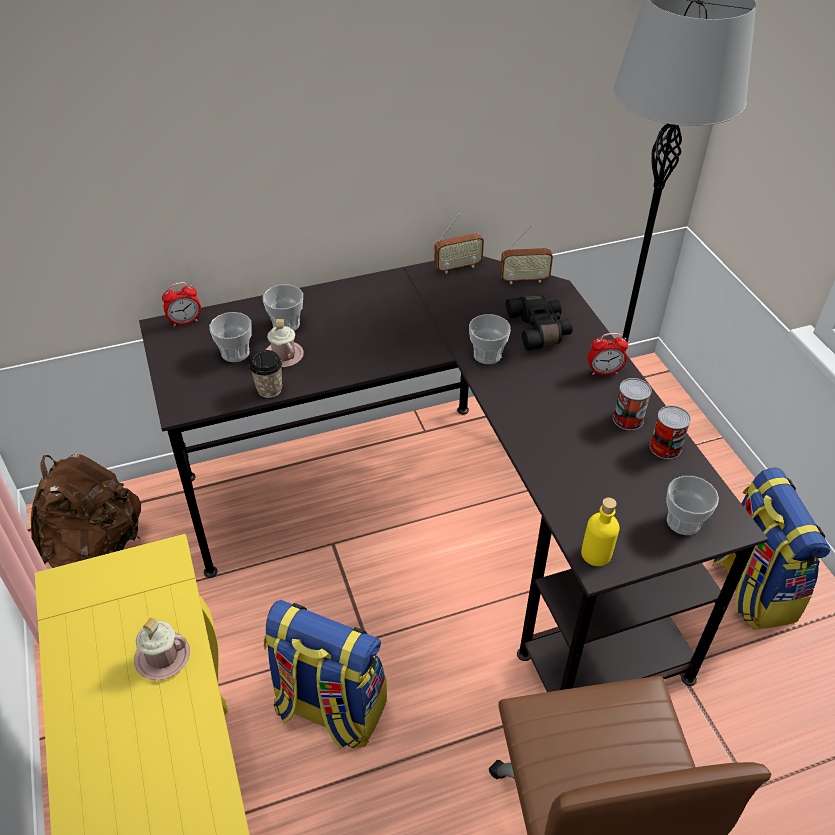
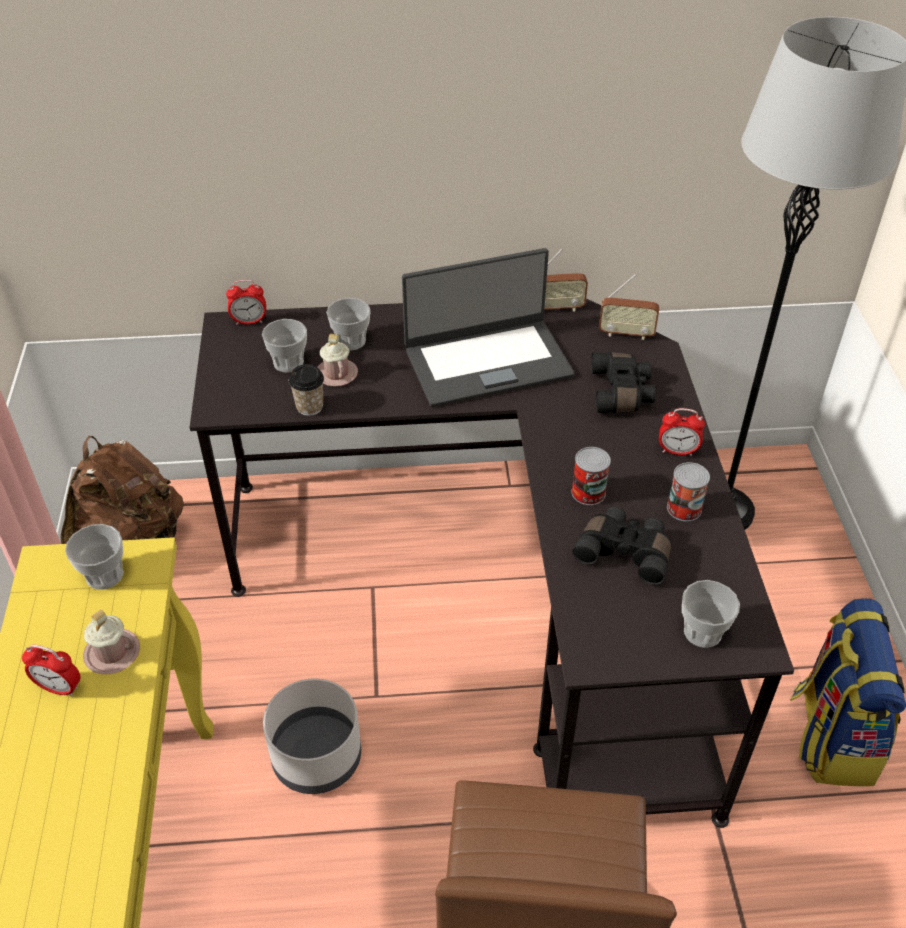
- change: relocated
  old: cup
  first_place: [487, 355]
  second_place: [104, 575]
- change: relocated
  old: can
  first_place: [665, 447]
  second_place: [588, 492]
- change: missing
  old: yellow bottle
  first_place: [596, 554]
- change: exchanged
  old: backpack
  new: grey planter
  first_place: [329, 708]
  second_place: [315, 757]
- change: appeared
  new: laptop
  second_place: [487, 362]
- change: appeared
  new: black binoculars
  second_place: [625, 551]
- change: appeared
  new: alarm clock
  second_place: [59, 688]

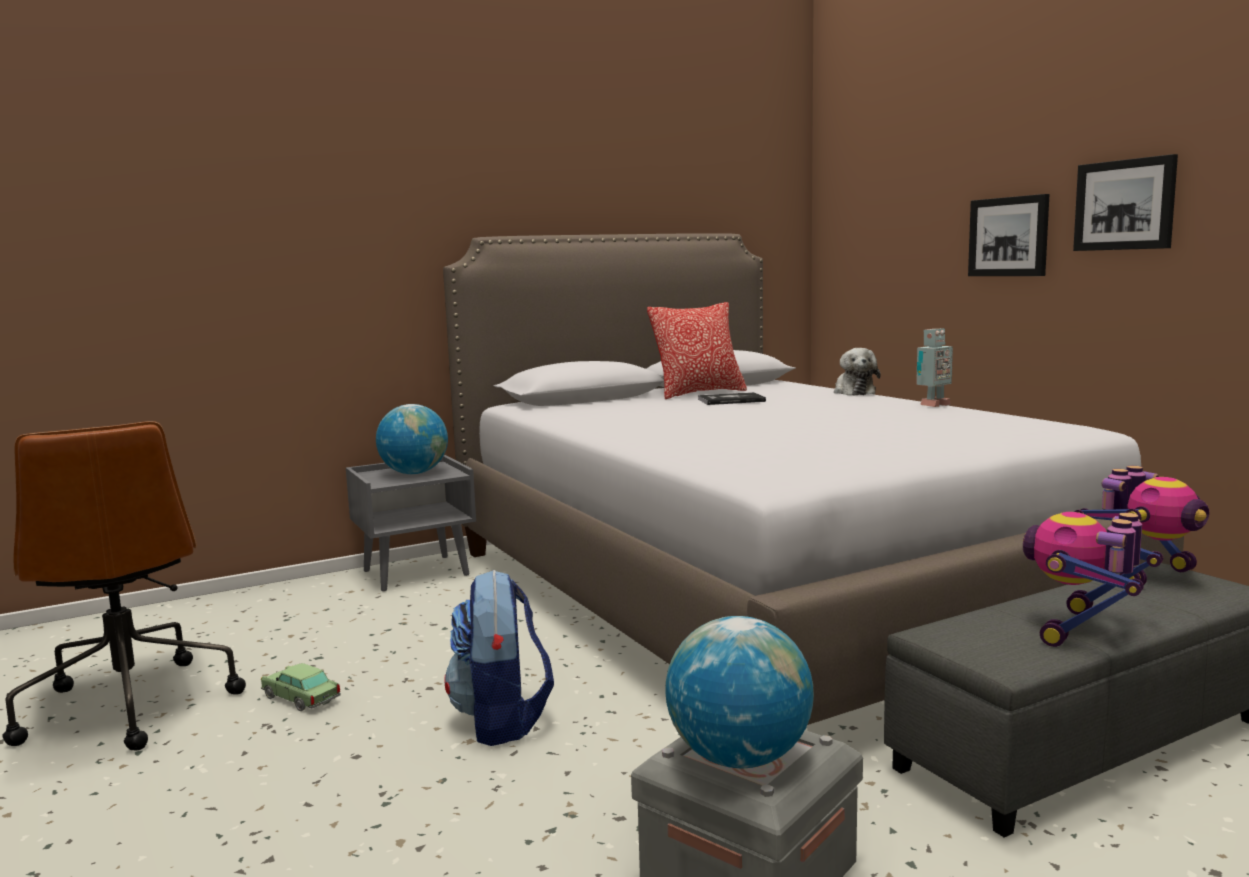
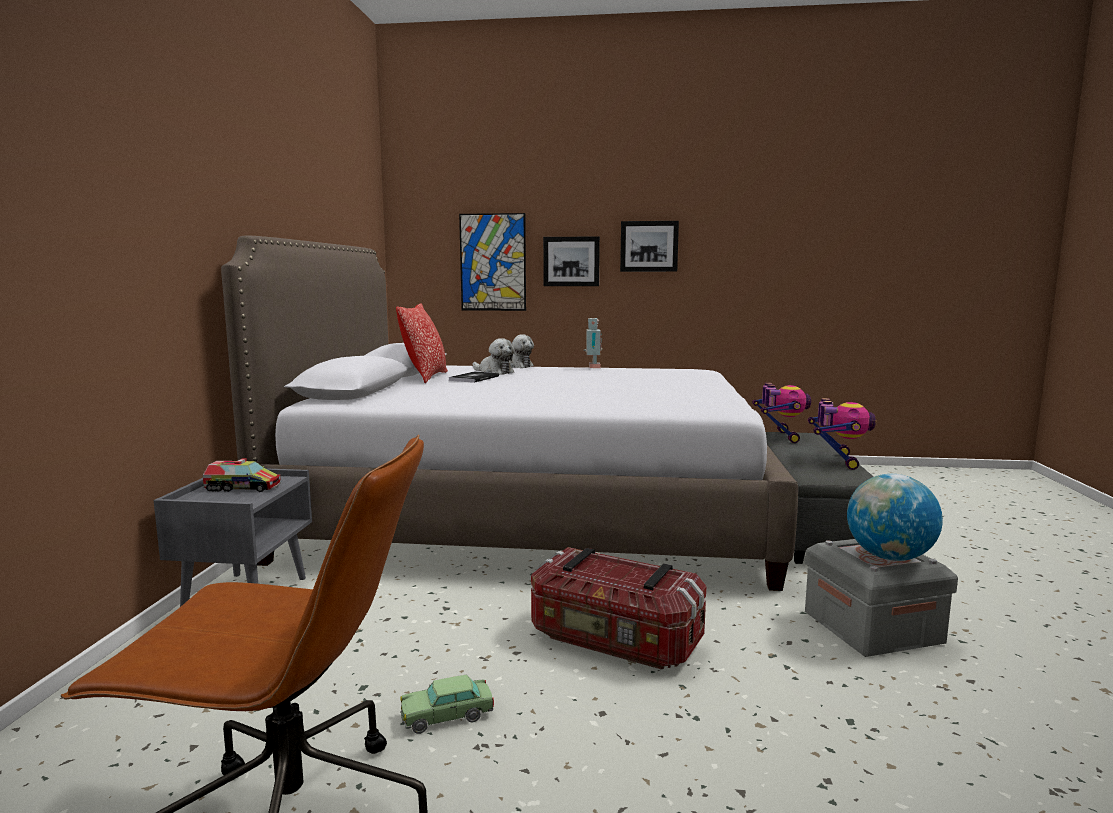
- change: exchanged
  old: globe
  new: toy truck
  first_place: [414, 473]
  second_place: [243, 488]
- change: spun
  old: toy robot
  first_place: [1084, 631]
  second_place: [838, 461]
  degrees: -150
- change: exchanged
  old: backpack
  new: storage box
  first_place: [502, 721]
  second_place: [614, 641]
- change: appeared
  new: picture
  second_place: [493, 262]
- change: appeared
  new: plush toy
  second_place: [494, 372]

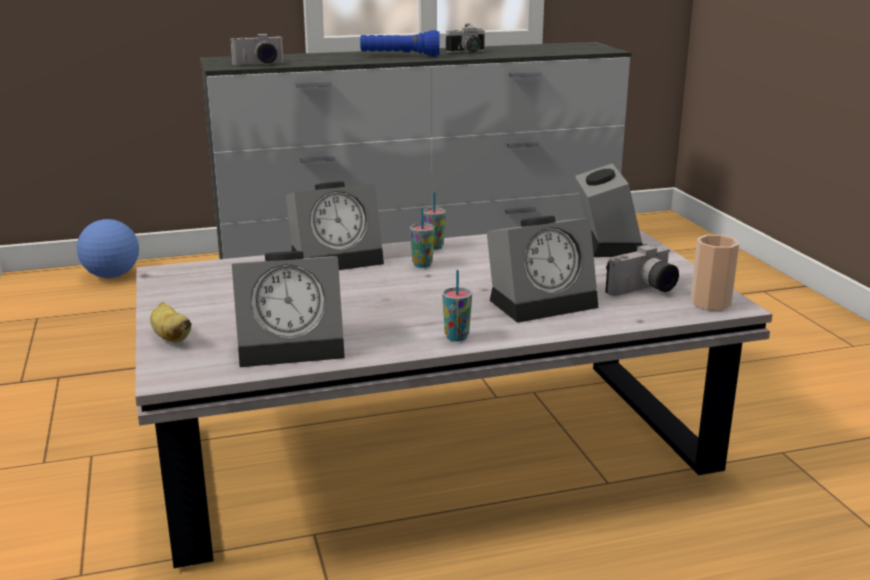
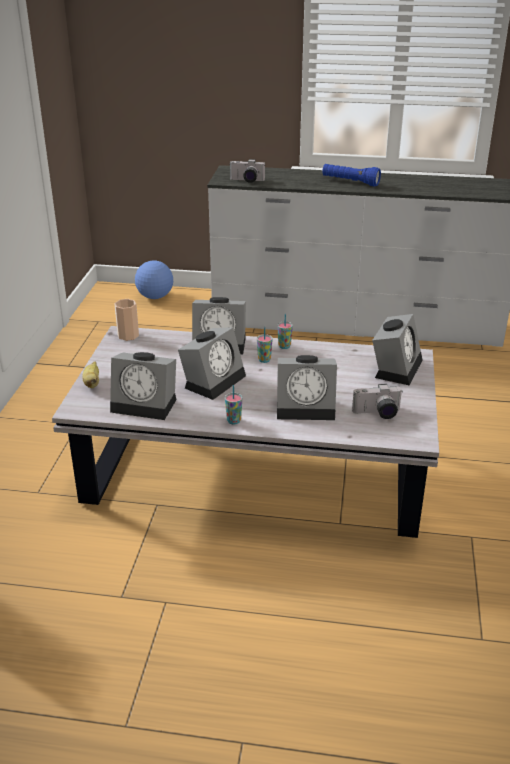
- change: missing
  old: photo camera
  first_place: [468, 52]
- change: relocated
  old: cup
  first_place: [710, 303]
  second_place: [128, 335]
- change: appeared
  new: alarm clock
  second_place: [214, 380]

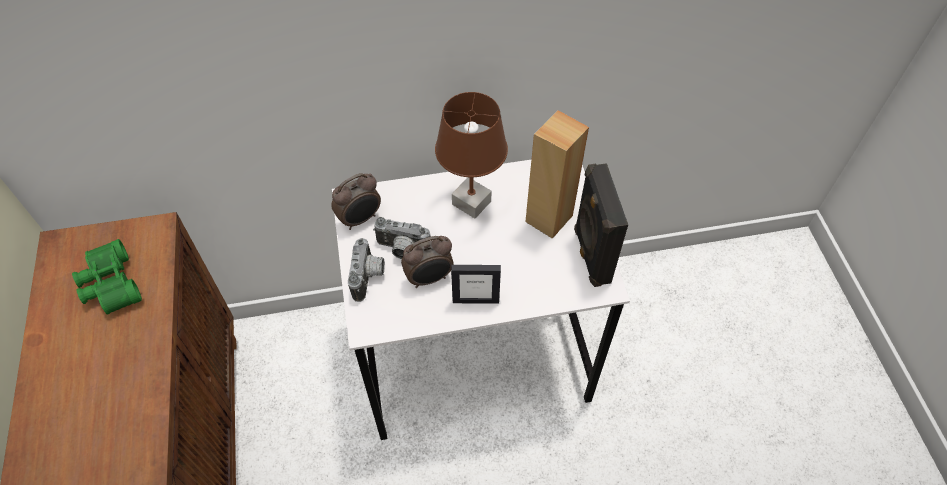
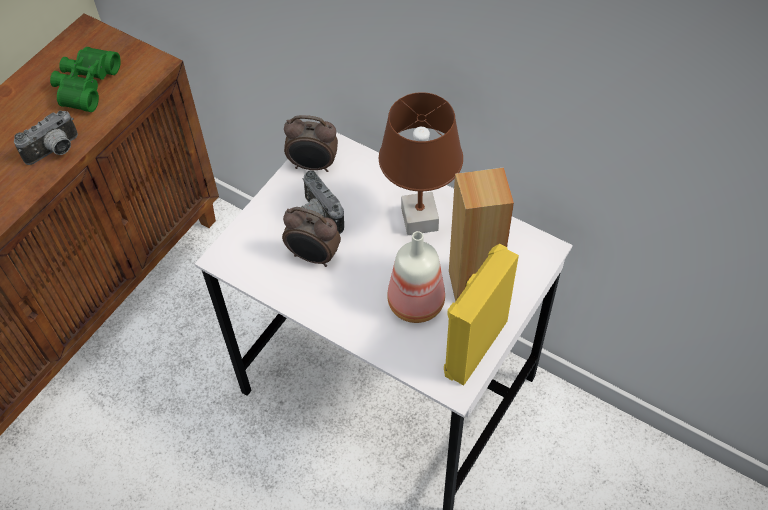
- change: colour
  old: black speaker
  new: yellow speaker
  first_place: [590, 255]
  second_place: [473, 346]
- change: relocated
  old: photo camera
  first_place: [369, 277]
  second_place: [55, 151]
- change: missing
  old: picture frame
  first_place: [475, 300]
- change: appeared
  new: bottle
  second_place: [414, 303]

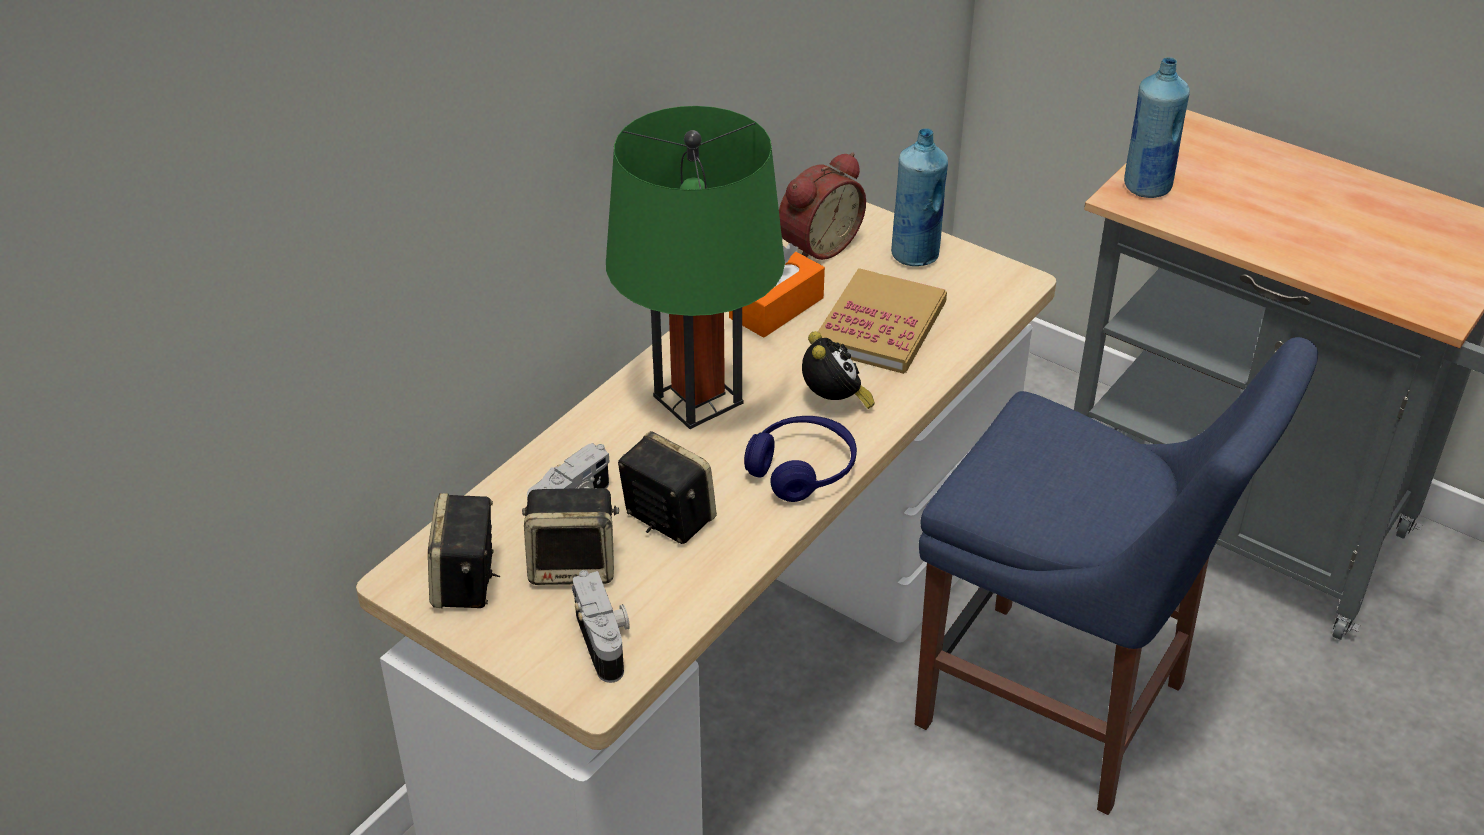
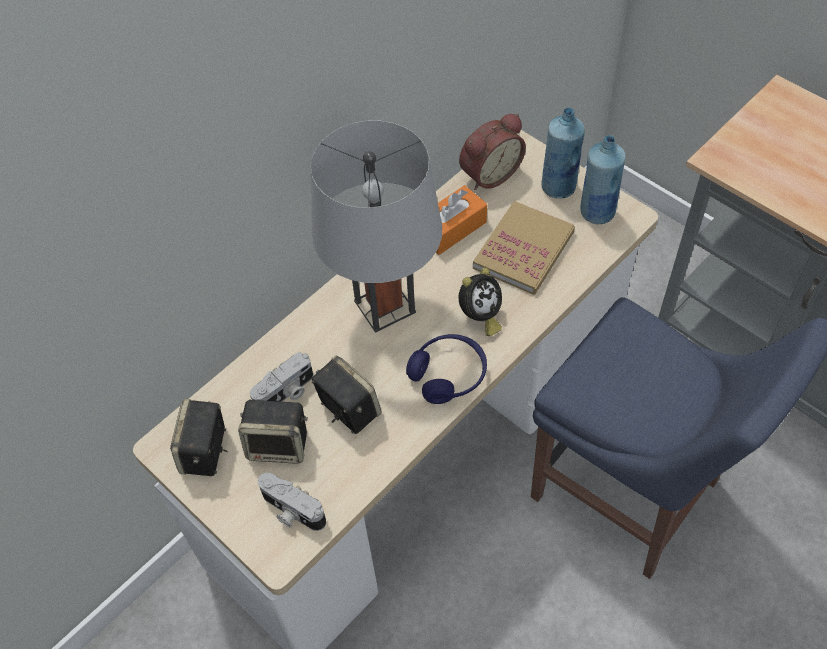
- change: relocated
  old: blue bottle
  first_place: [1146, 187]
  second_place: [597, 213]
- change: colour
  old: green table lamp
  new: grey table lamp
  first_place: [698, 400]
  second_place: [384, 307]
- change: spun
  old: alarm clock
  first_place: [834, 402]
  second_place: [480, 317]
  degrees: 45
- change: spun
  old: photo camera
  first_place: [605, 640]
  second_place: [291, 511]
  degrees: 135

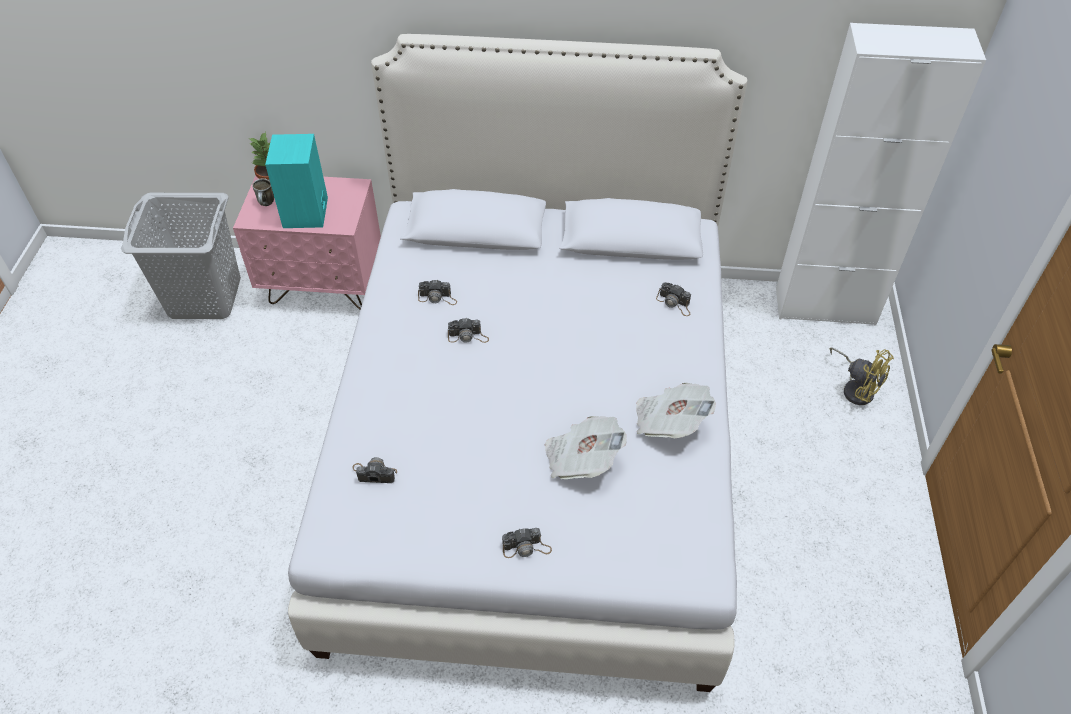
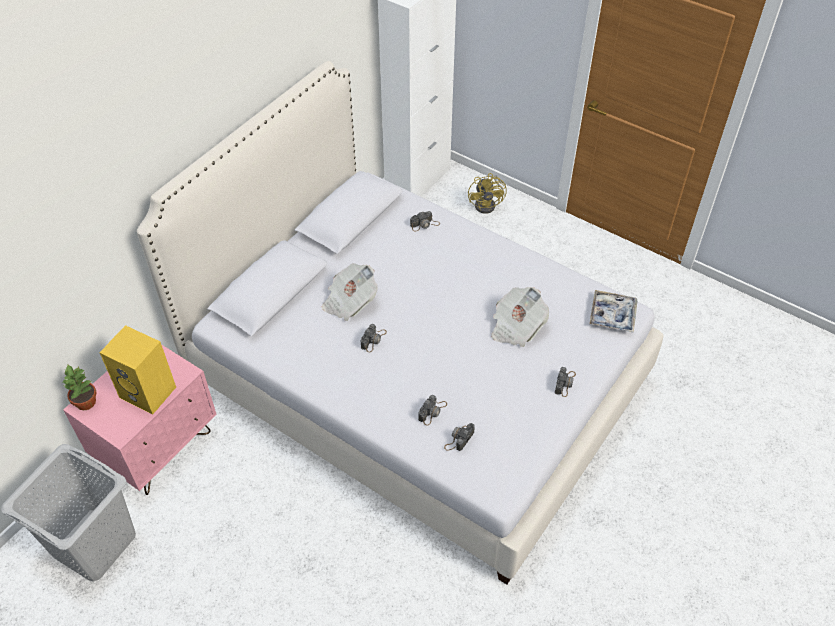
- change: colour
  old: turquoise speaker
  new: yellow speaker
  first_place: [306, 213]
  second_place: [149, 392]
- change: missing
  old: mug
  first_place: [266, 204]
- change: relocated
  old: photo camera
  first_place: [437, 298]
  second_place: [432, 411]
- change: spun
  old: yellow fan
  first_place: [856, 388]
  second_place: [488, 204]
  degrees: 105
- change: relocated
  old: newspaper
  first_place: [669, 422]
  second_place: [349, 302]
- change: appeared
  new: tray
  second_place: [612, 315]

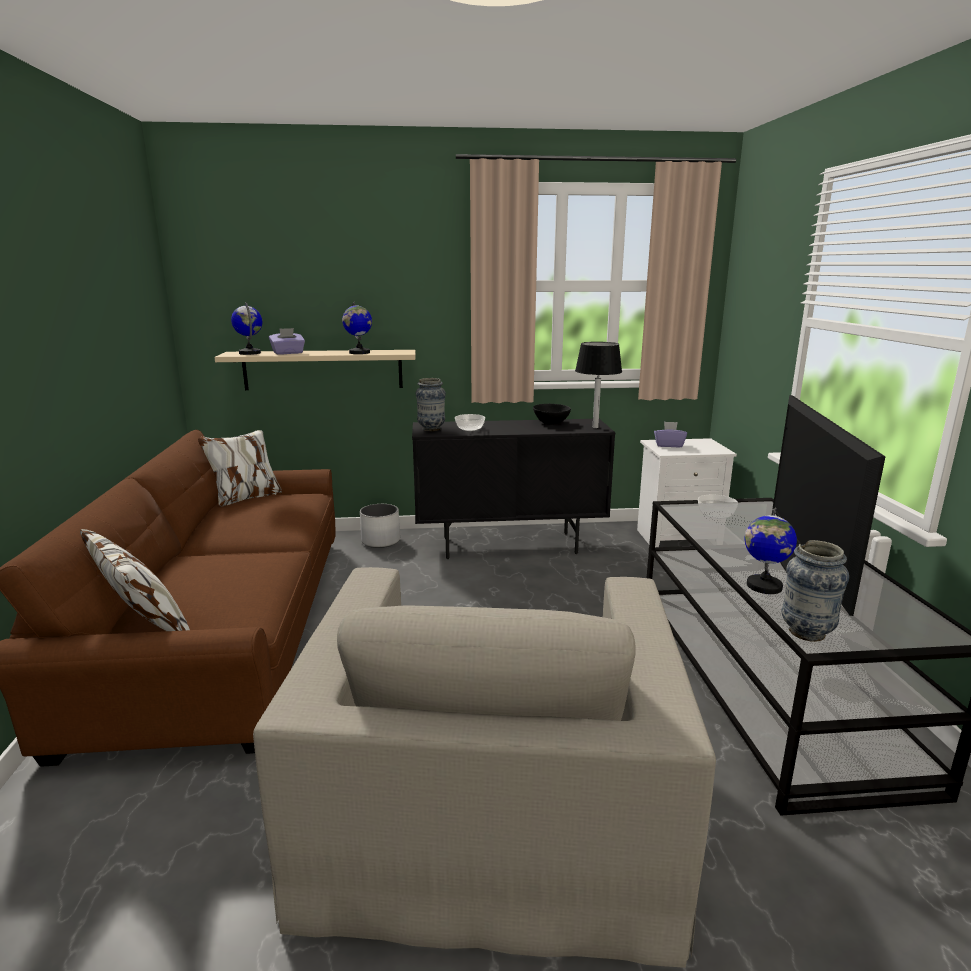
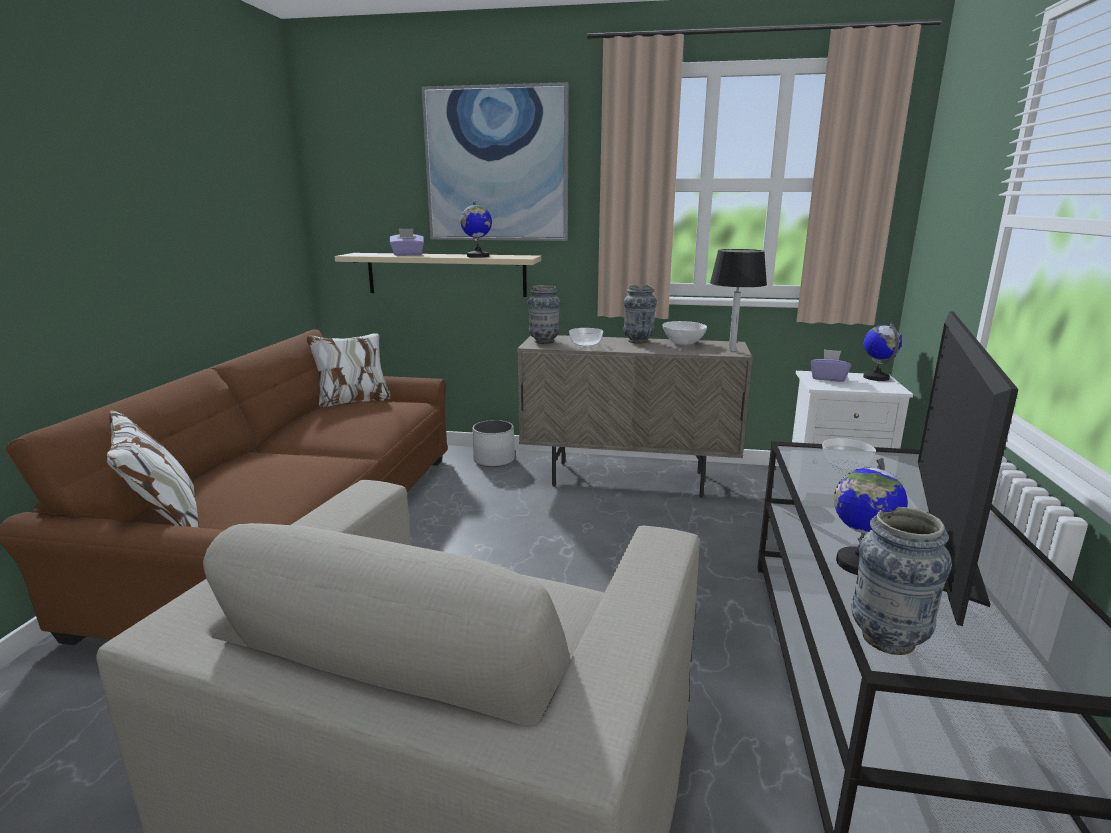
- change: relocated
  old: globe
  first_place: [250, 353]
  second_place: [876, 377]
- change: colour
  old: black bowl
  new: white bowl
  first_place: [551, 423]
  second_place: [683, 343]
- change: colour
  old: black cabinet
  new: beige cabinet
  first_place: [509, 545]
  second_place: [628, 479]
- change: appeared
  new: picture
  second_place: [496, 165]
- change: appeared
  new: vase
  second_place: [638, 341]

